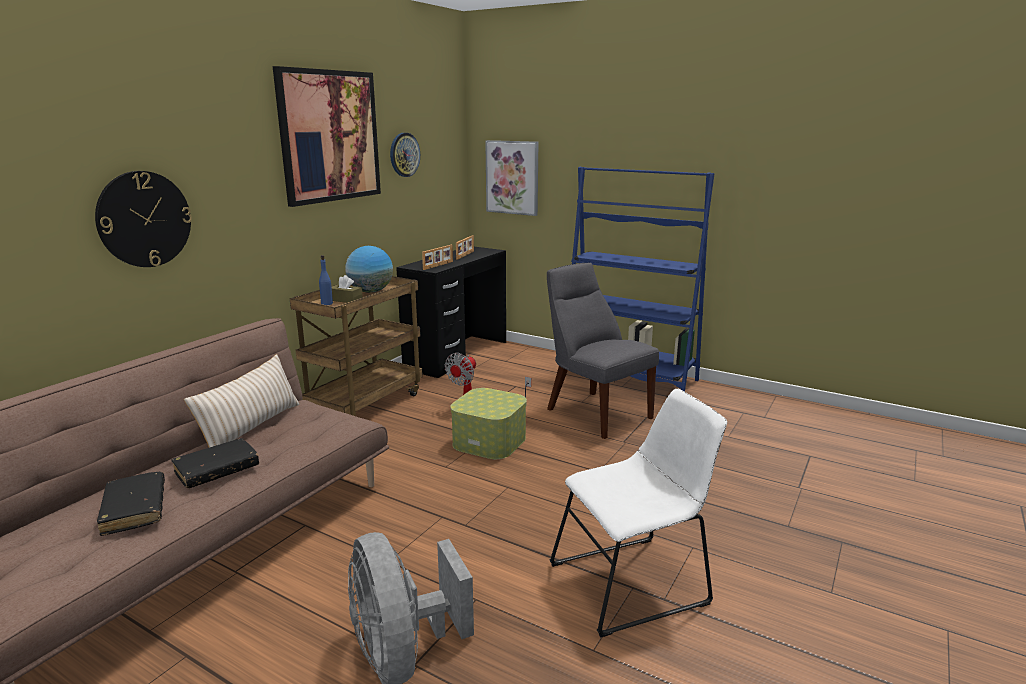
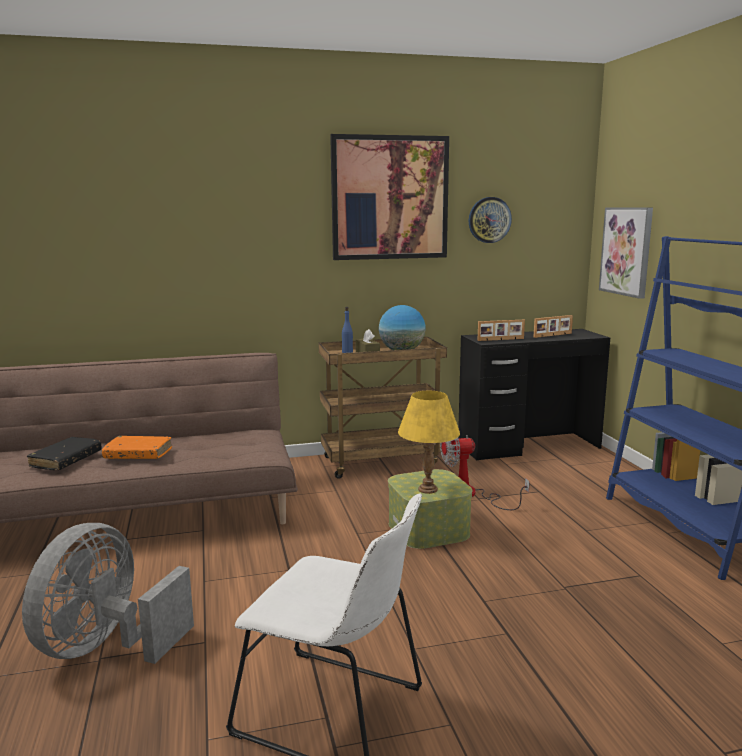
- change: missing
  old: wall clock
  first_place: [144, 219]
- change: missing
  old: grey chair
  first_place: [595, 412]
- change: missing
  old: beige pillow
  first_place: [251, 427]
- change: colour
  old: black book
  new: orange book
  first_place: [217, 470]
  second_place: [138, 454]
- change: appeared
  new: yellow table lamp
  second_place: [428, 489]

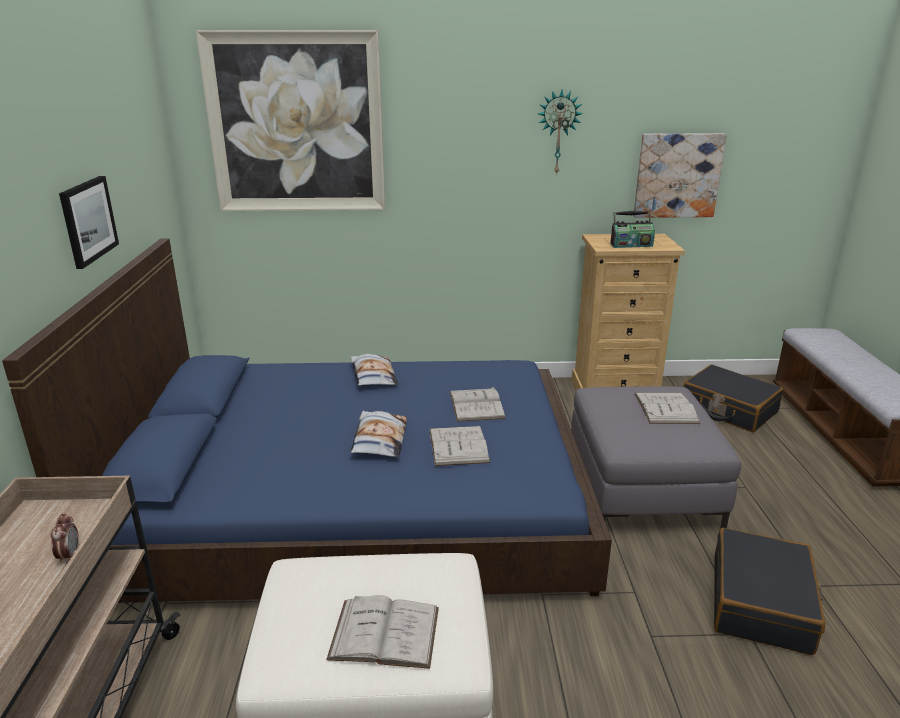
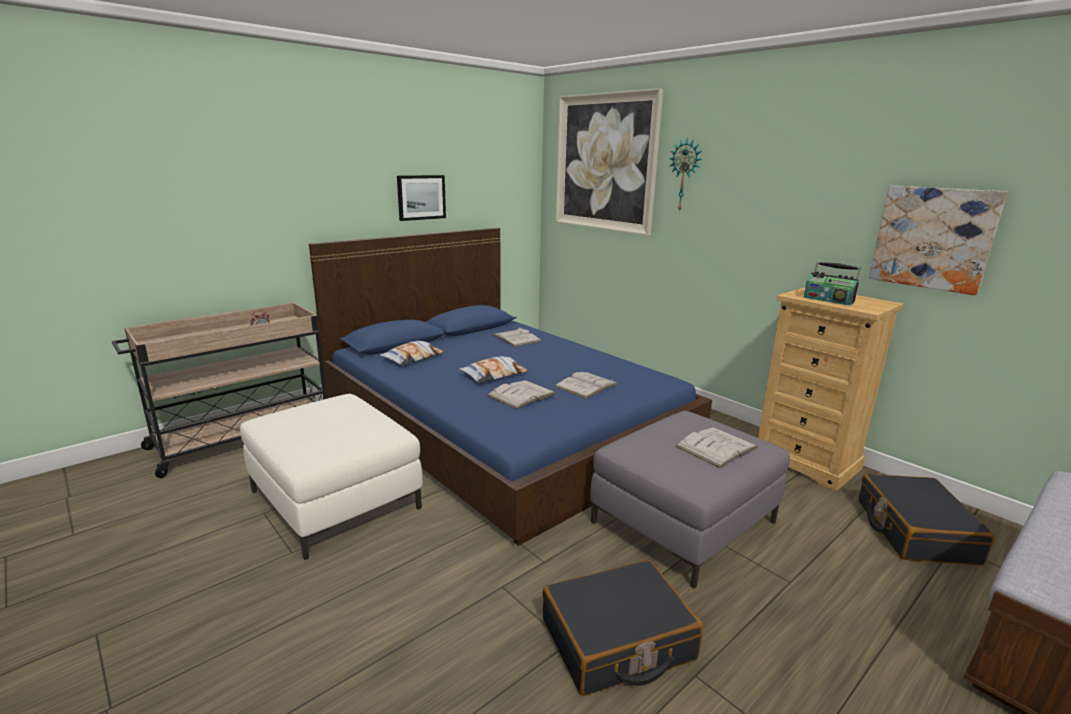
- change: relocated
  old: wall clock
  first_place: [558, 132]
  second_place: [684, 175]
- change: relocated
  old: pillow
  first_place: [373, 376]
  second_place: [412, 358]
- change: relocated
  old: white book
  first_place: [385, 633]
  second_place: [516, 338]

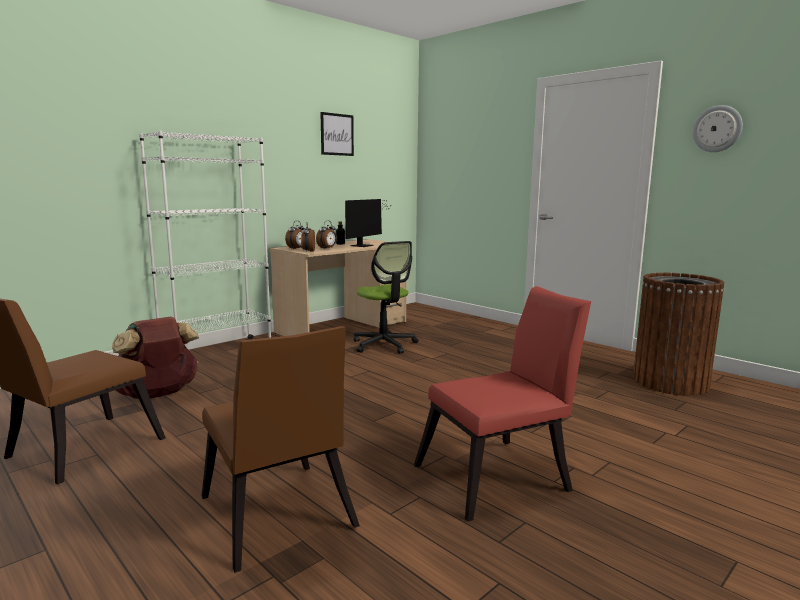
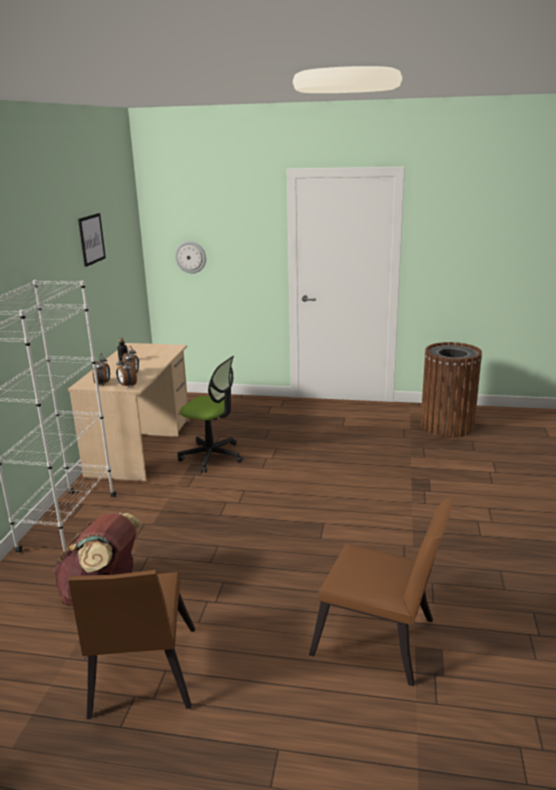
- change: relocated
  old: wall clock
  first_place: [717, 129]
  second_place: [190, 257]
- change: missing
  old: monitor
  first_place: [364, 245]
- change: missing
  old: red chair
  first_place: [500, 476]

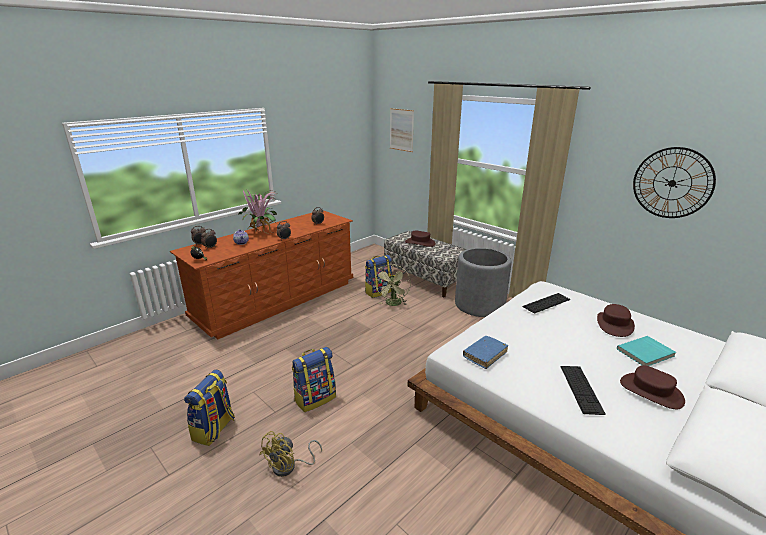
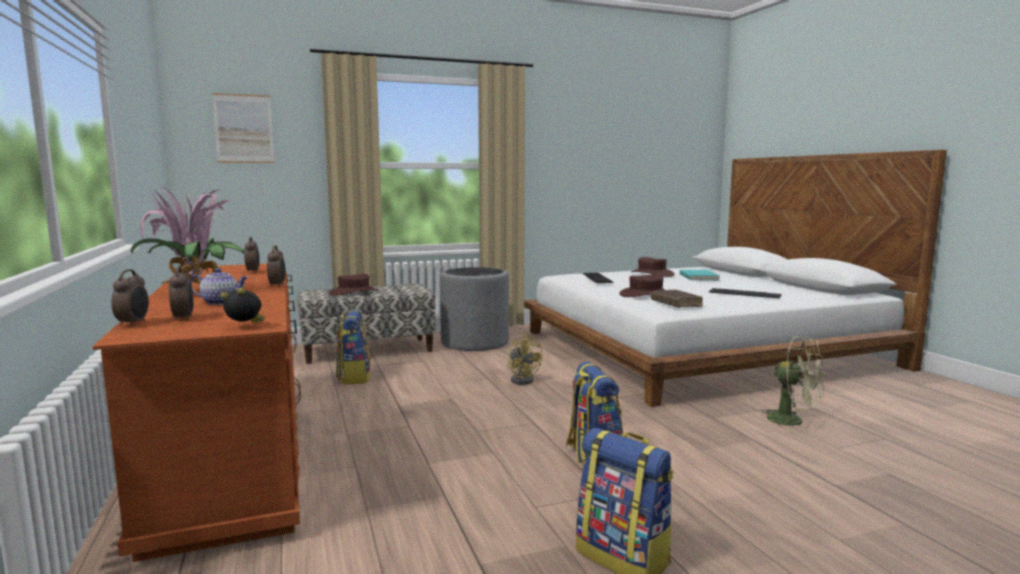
- change: missing
  old: wall clock
  first_place: [672, 183]
- change: relocated
  old: green fan
  first_place: [393, 304]
  second_place: [793, 421]
- change: colour
  old: blue book
  new: brown book
  first_place: [485, 355]
  second_place: [675, 304]
- change: relocated
  old: brown hat
  first_place: [651, 391]
  second_place: [645, 294]
- change: relocated
  old: yellow fan
  first_place: [289, 467]
  second_place: [523, 379]

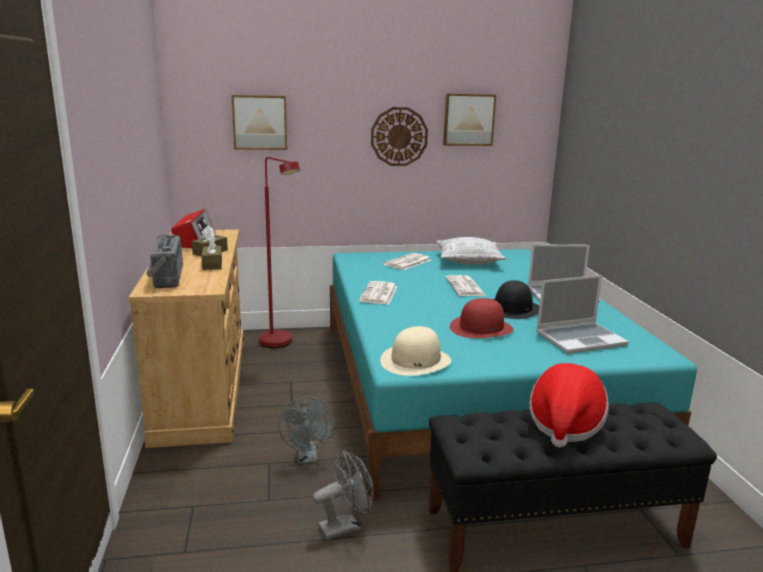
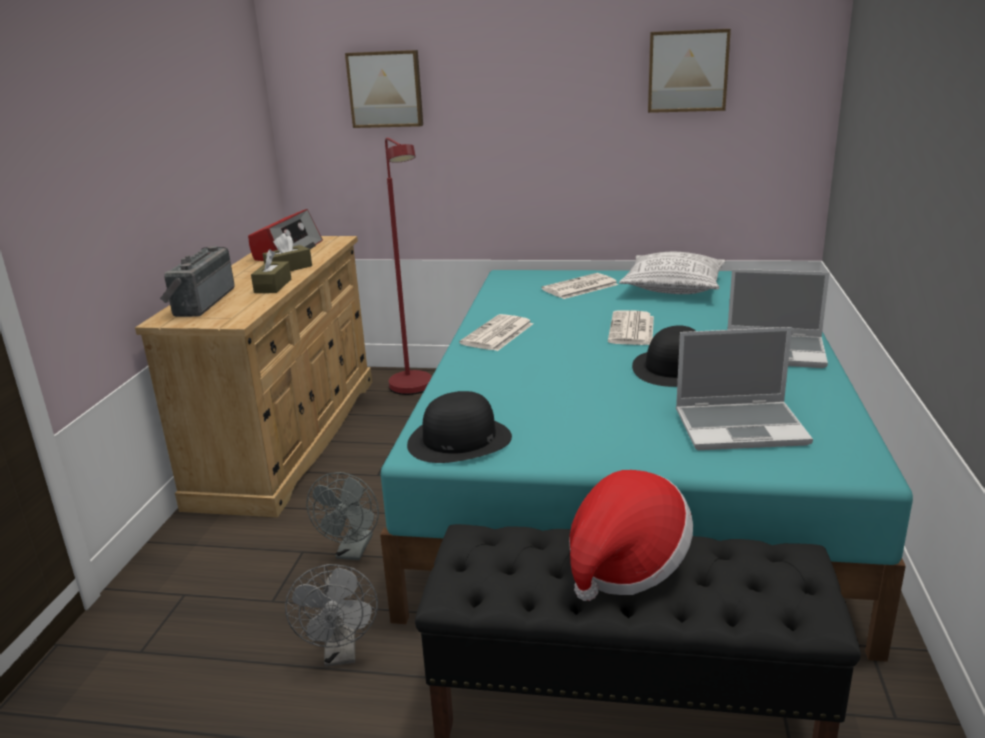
- change: missing
  old: wall clock
  first_place: [399, 136]
- change: missing
  old: red hat
  first_place: [481, 328]
- change: colour
  old: beige hat
  new: black hat
  first_place: [415, 361]
  second_place: [459, 440]
- change: spun
  old: grey fan
  first_place: [345, 526]
  second_place: [341, 654]
  degrees: 90

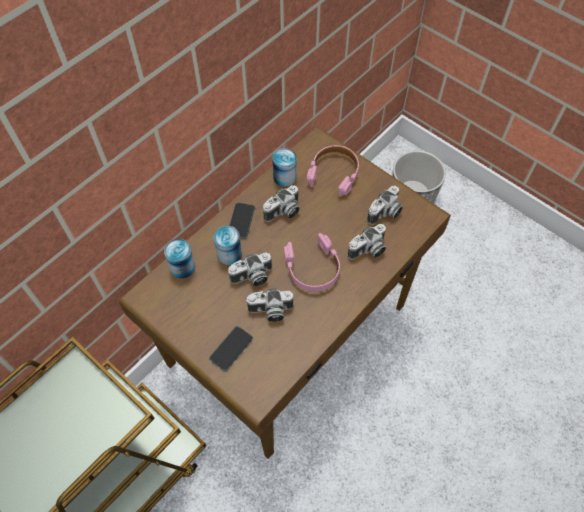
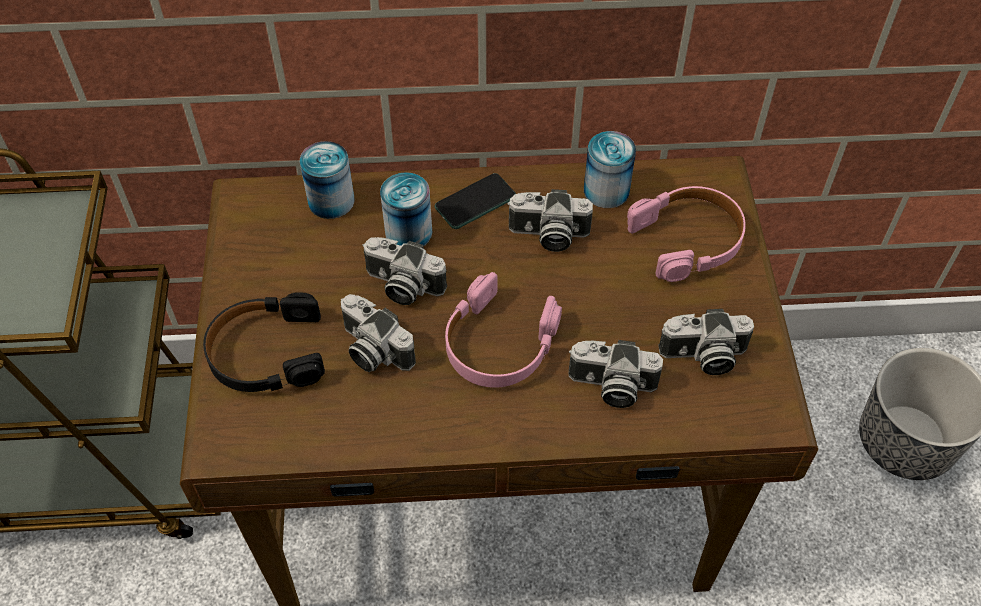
- change: exchanged
  old: phone
  new: black headphones
  first_place: [231, 348]
  second_place: [266, 353]

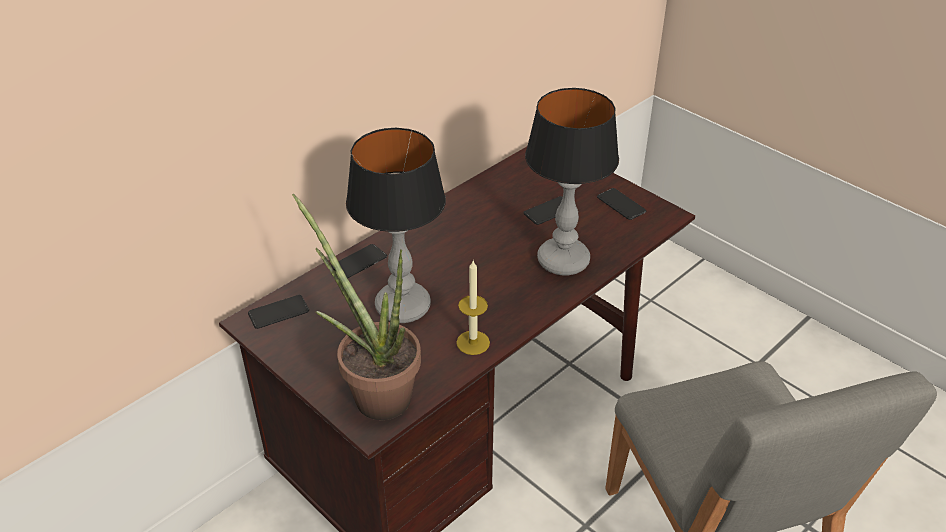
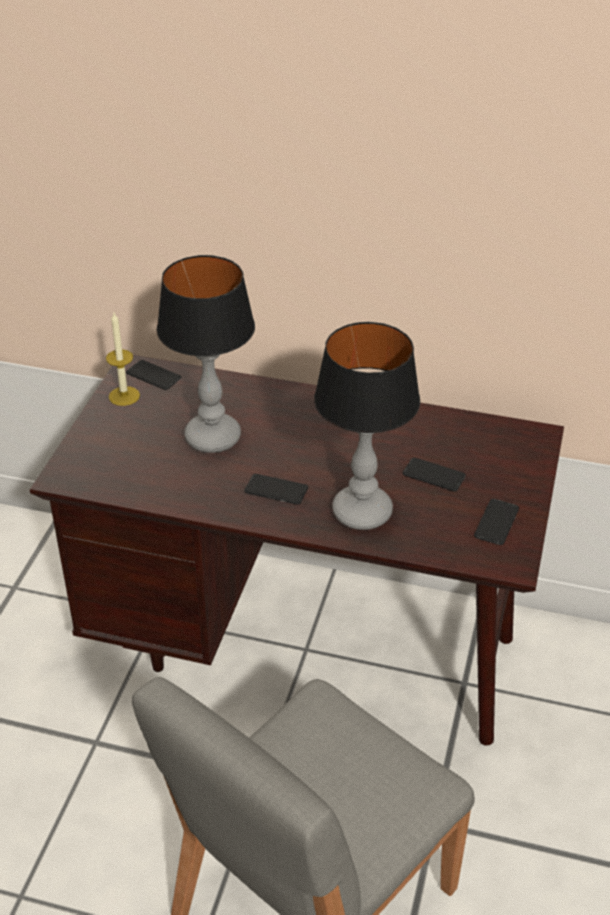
- change: missing
  old: potted plant
  first_place: [374, 392]
- change: relocated
  old: phone
  first_place: [359, 262]
  second_place: [276, 490]
- change: relocated
  old: candle
  first_place: [473, 342]
  second_place: [124, 396]

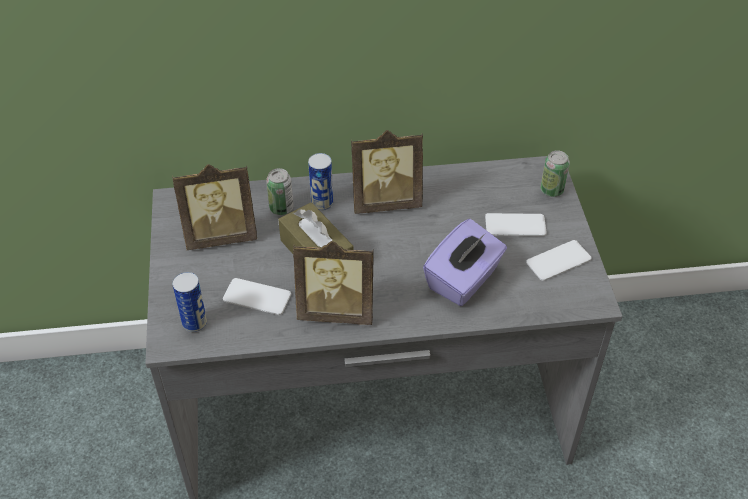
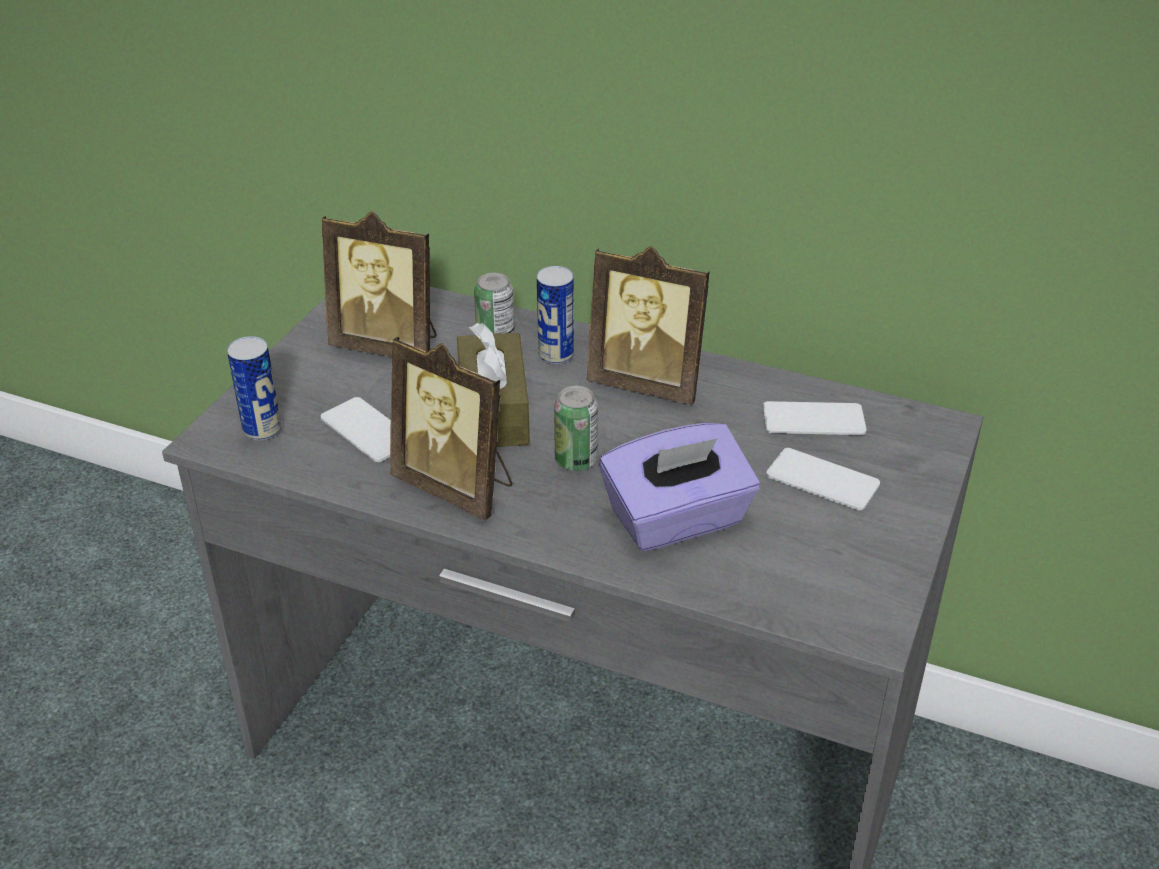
- change: relocated
  old: can
  first_place: [551, 190]
  second_place: [576, 461]
- change: relocated
  old: phone
  first_place: [558, 261]
  second_place: [813, 420]

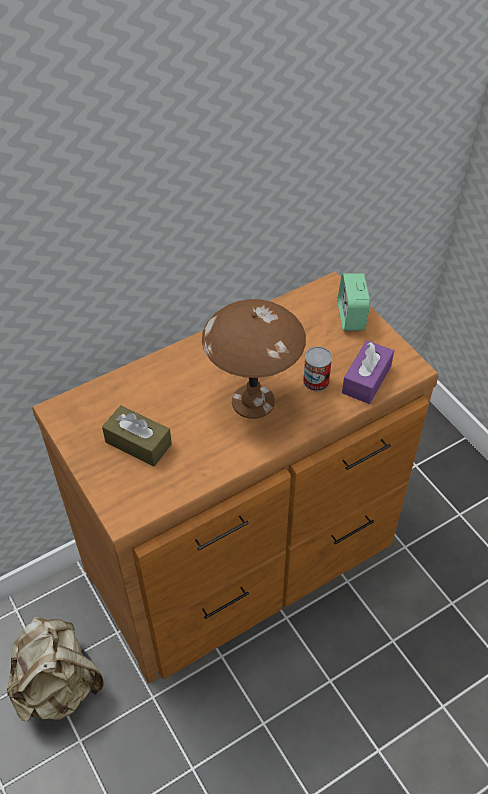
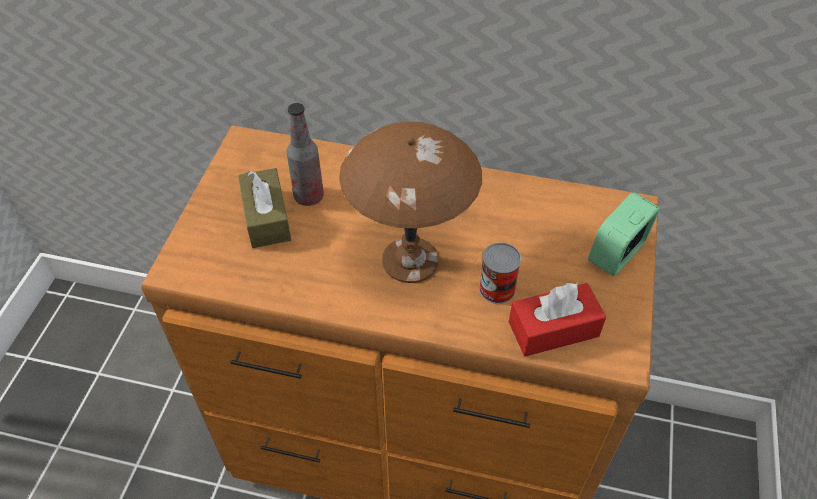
- change: colour
  old: purple tissue box
  new: red tissue box
  first_place: [366, 379]
  second_place: [553, 329]
- change: missing
  old: beige backpack
  first_place: [58, 685]
- change: appeared
  new: bottle
  second_place: [309, 196]

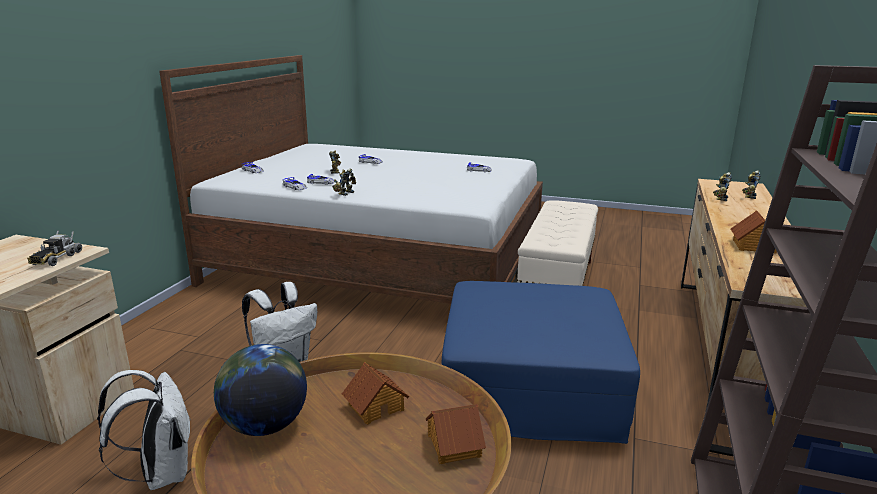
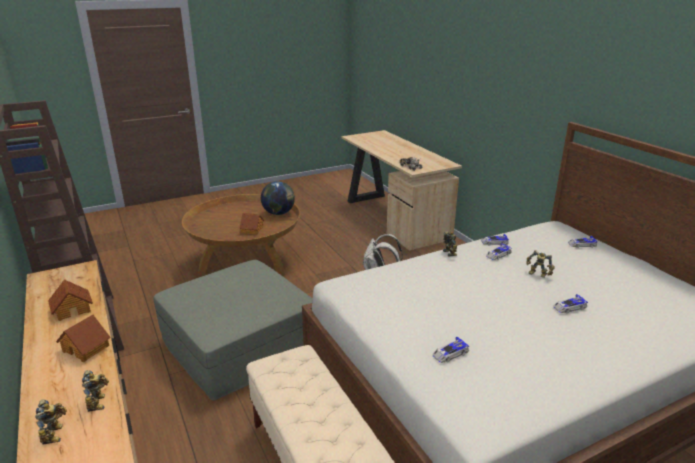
- change: colour
  old: blue ottoman
  new: grey ottoman
  first_place: [529, 387]
  second_place: [240, 344]
- change: missing
  old: white backpack
  first_place: [161, 473]
- change: relocated
  old: toy house
  first_place: [453, 445]
  second_place: [86, 348]

